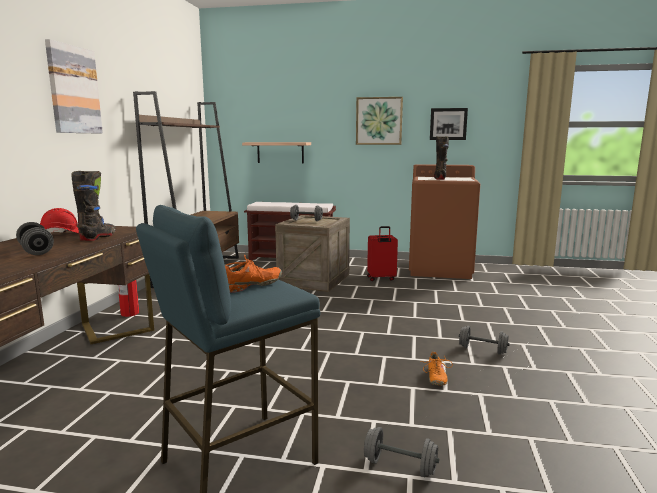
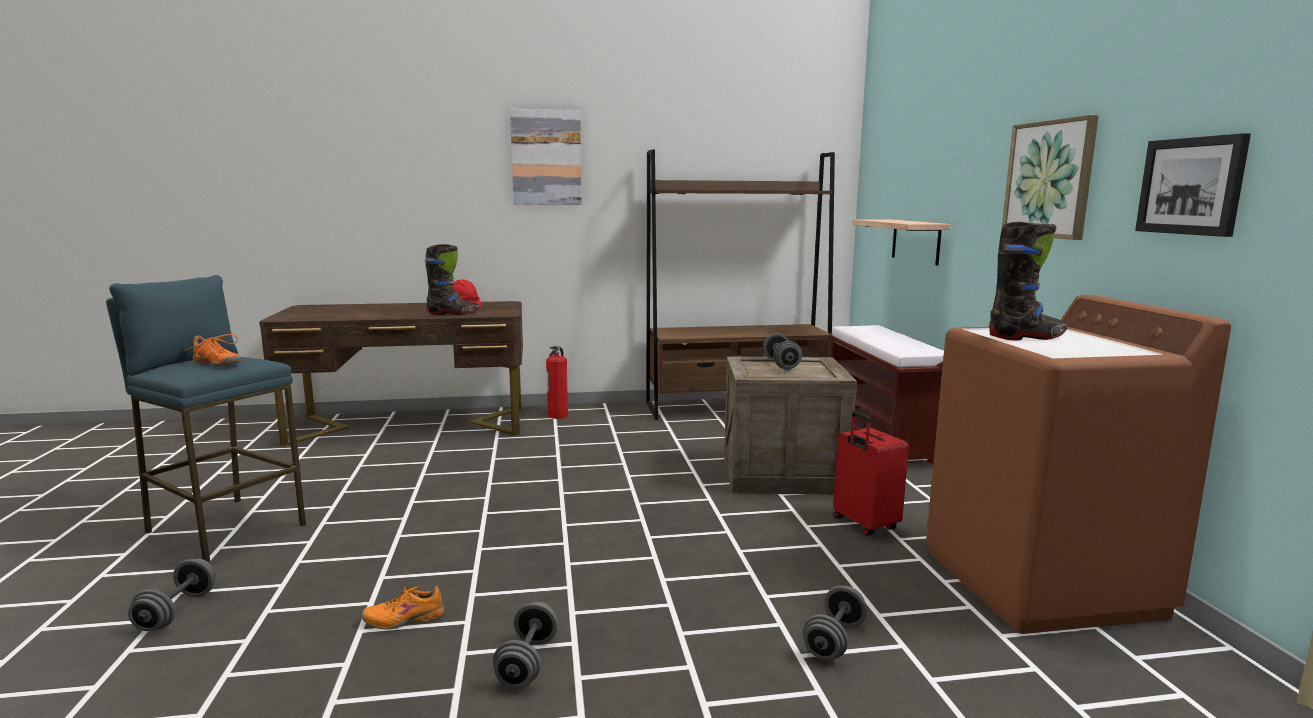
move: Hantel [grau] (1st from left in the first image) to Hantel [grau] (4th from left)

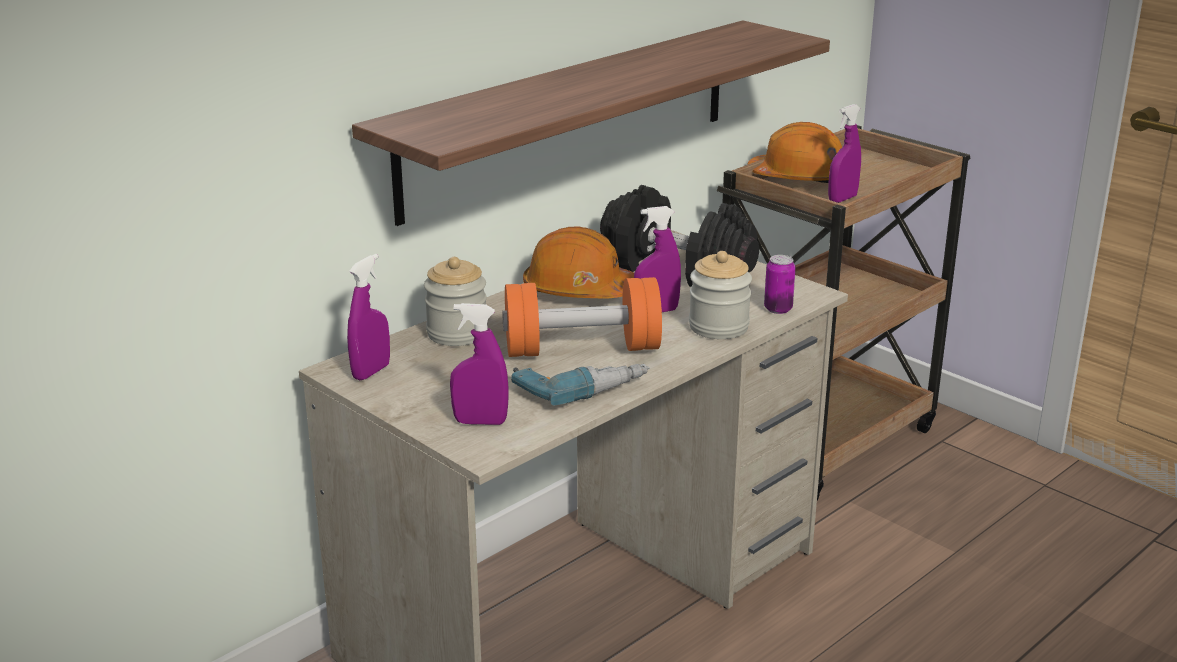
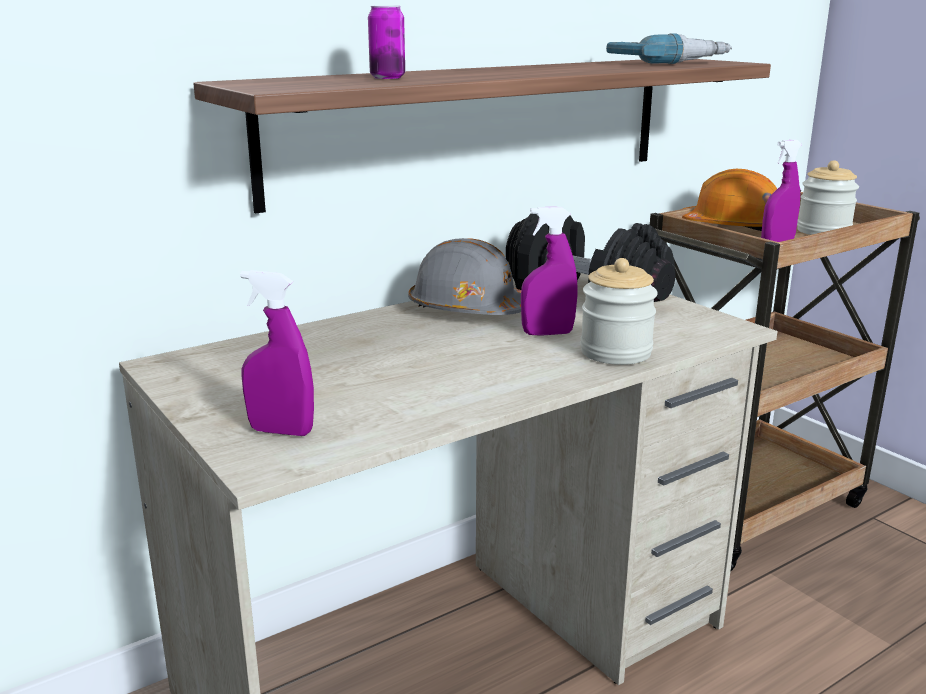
delete: Sprühflasche [lila] (1st from left); Hantel [orange]
move: Dose; Bohrmaschine; Vorratsglas (1st from left in the first image) to Vorratsglas (2nd from left)
recolor: Schutzhelm [orange] (1st from left) to Schutzhelm [grau]

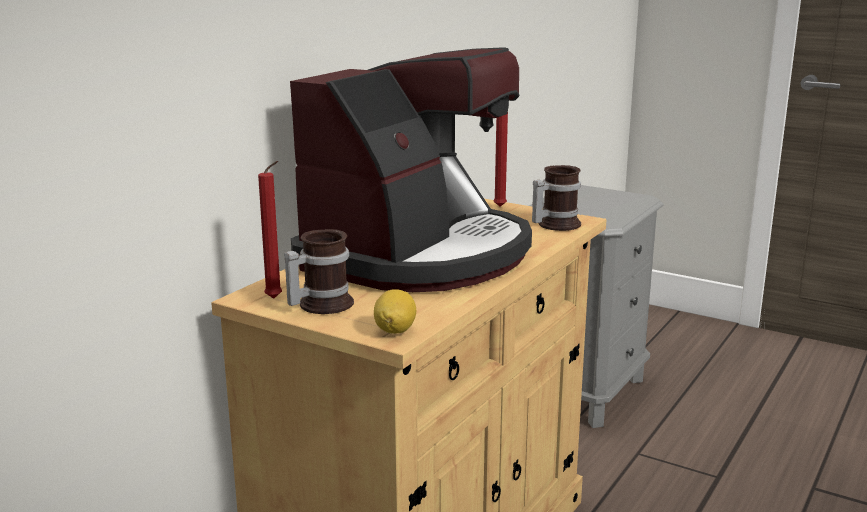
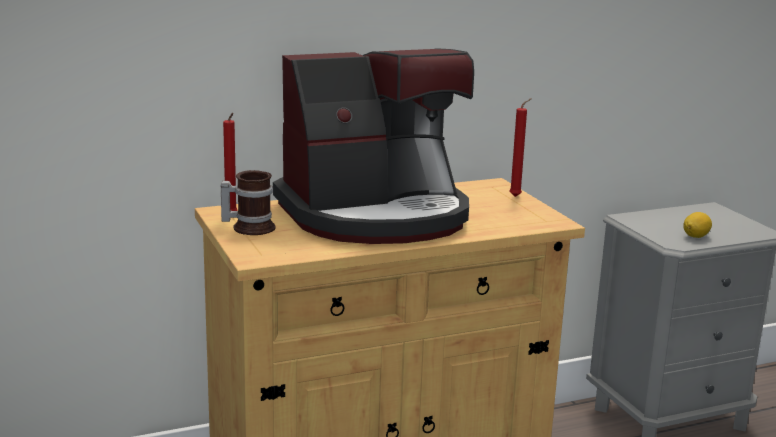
delete: Henkelbecher (2nd from left)
move: Zitrone

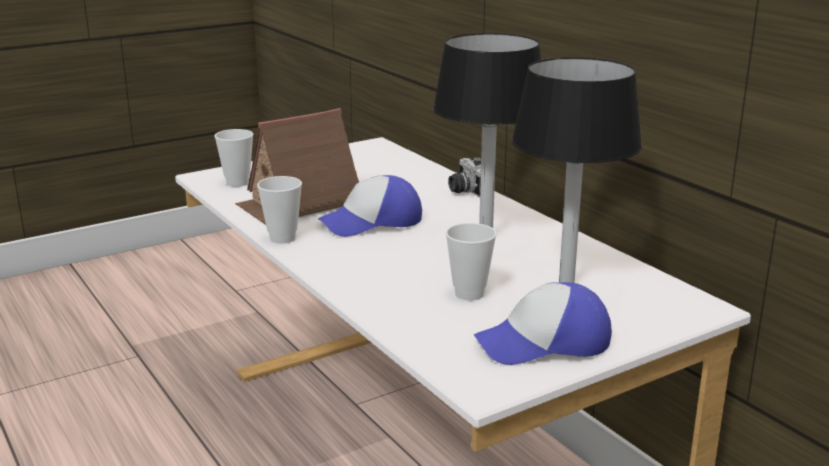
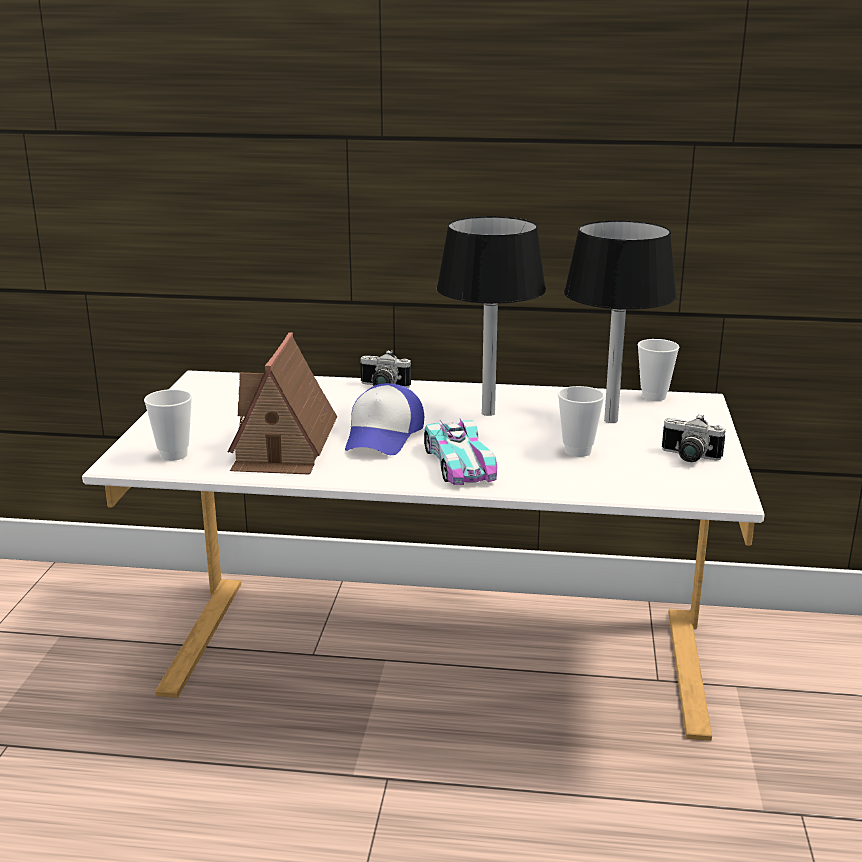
insert: Spielzeugauto
move: Tasse (2nd from left in the first image) to Tasse (3rd from left)
replace: Kappe (2nd from left) to Kamera (2nd from left)

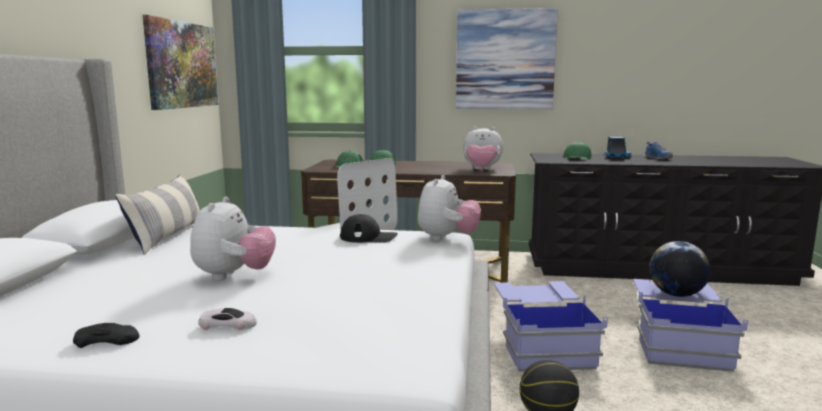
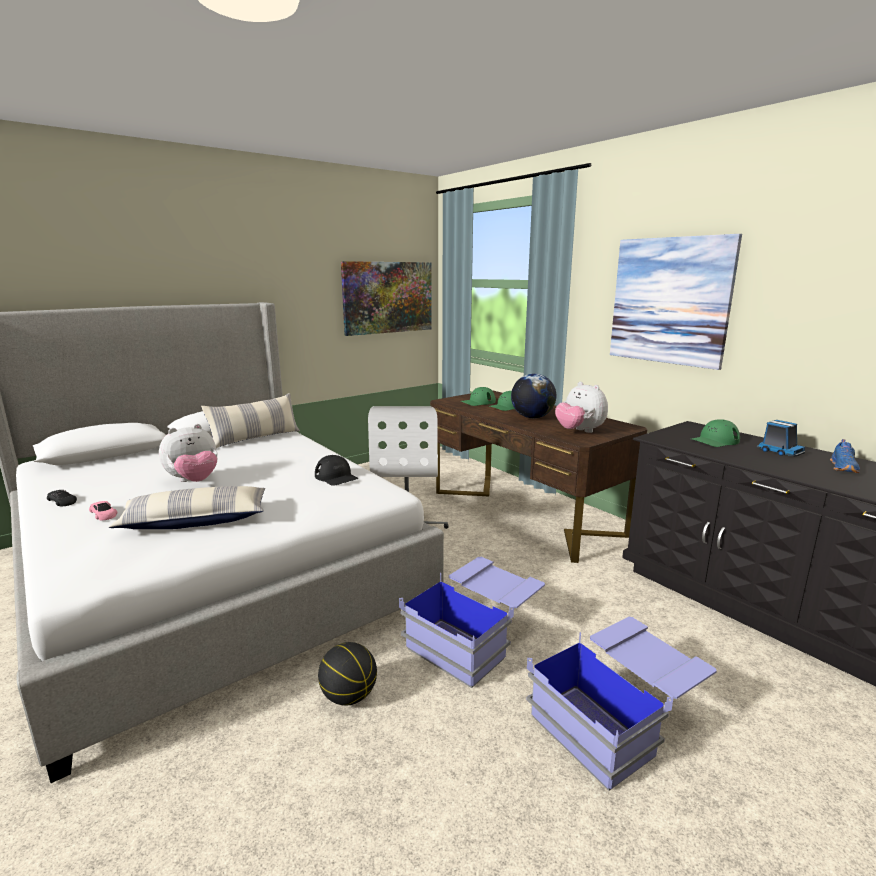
delete: Plüschtier (2nd from left)
insert: Kissen (1st from left)
move: Globus
recolor: Spielzeugauto [weiß] to Spielzeugauto [rosa]

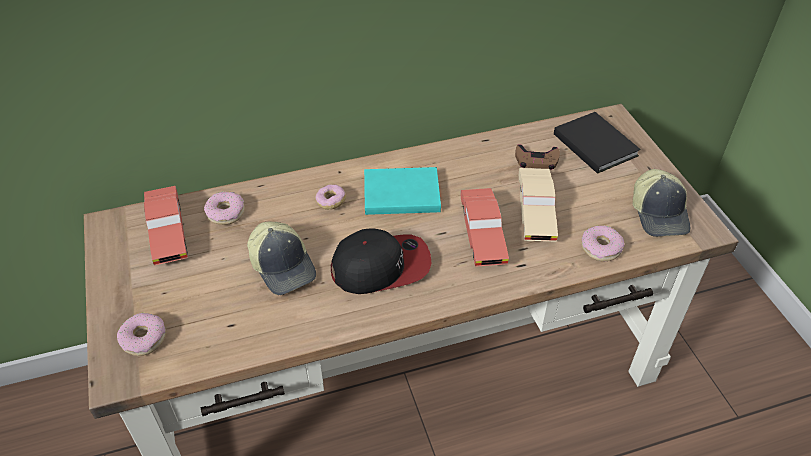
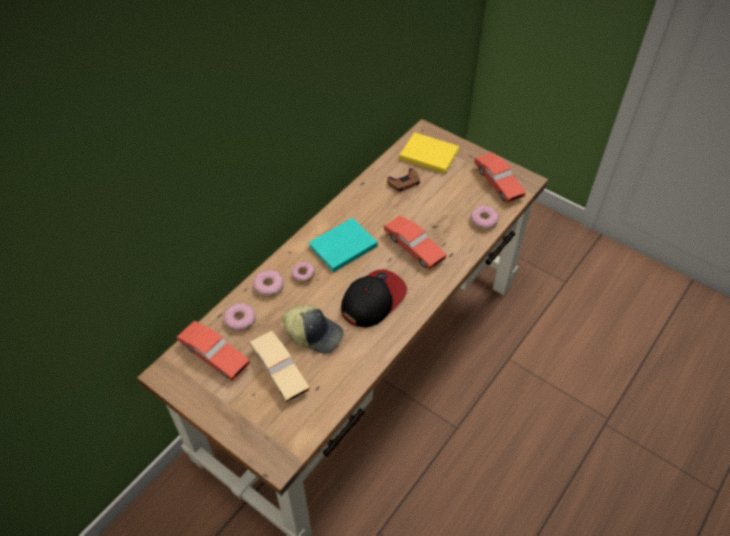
move: Spielzeugauto [beige]; Donut (1st from left in the first image) to Donut (2nd from left)
replace: Kappe (3rd from left) to Spielzeugauto [rot] (3rd from left)
recolor: Buch [schwarz] to Buch [gelb]

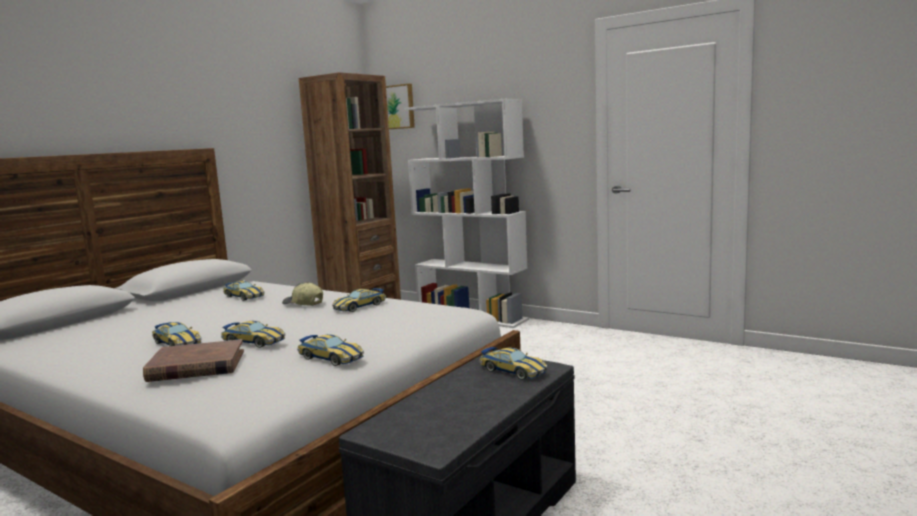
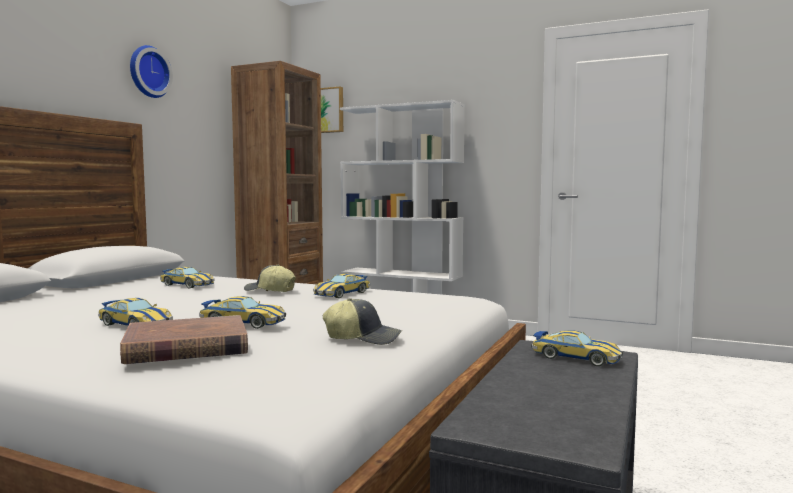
insert: Wanduhr
replace: Spielzeugauto (4th from left) to Kappe (2nd from left)

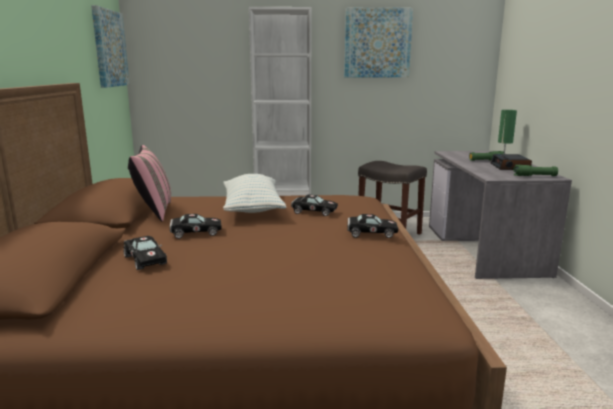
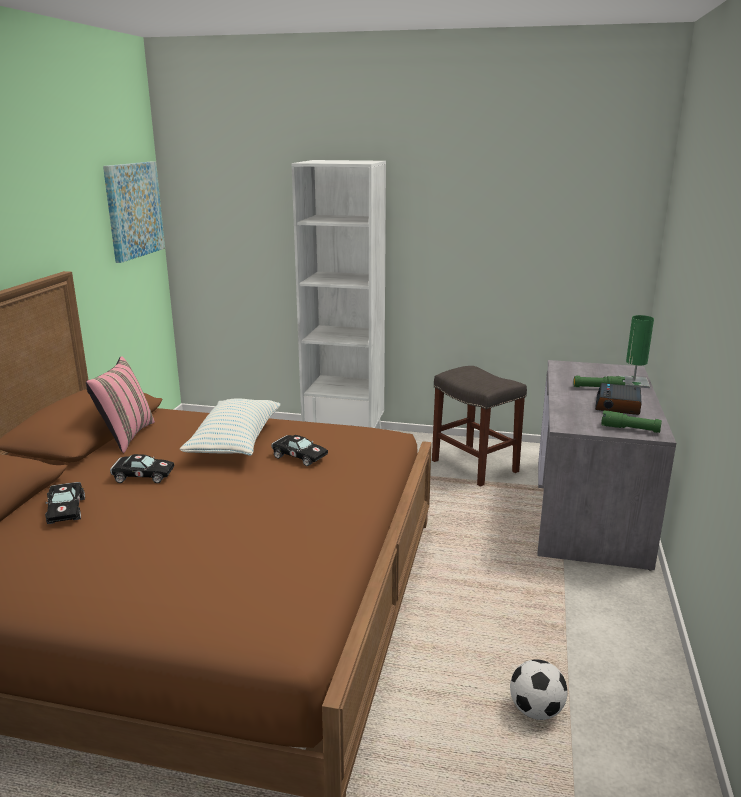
delete: Bild (2nd from left); Spielzeugauto [schwarz] (4th from left)
insert: Fußball

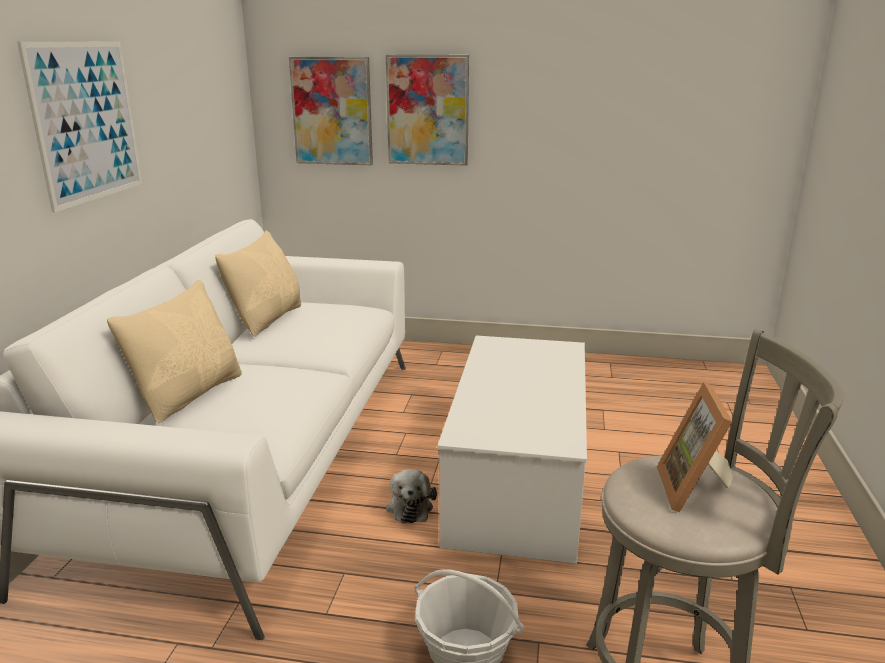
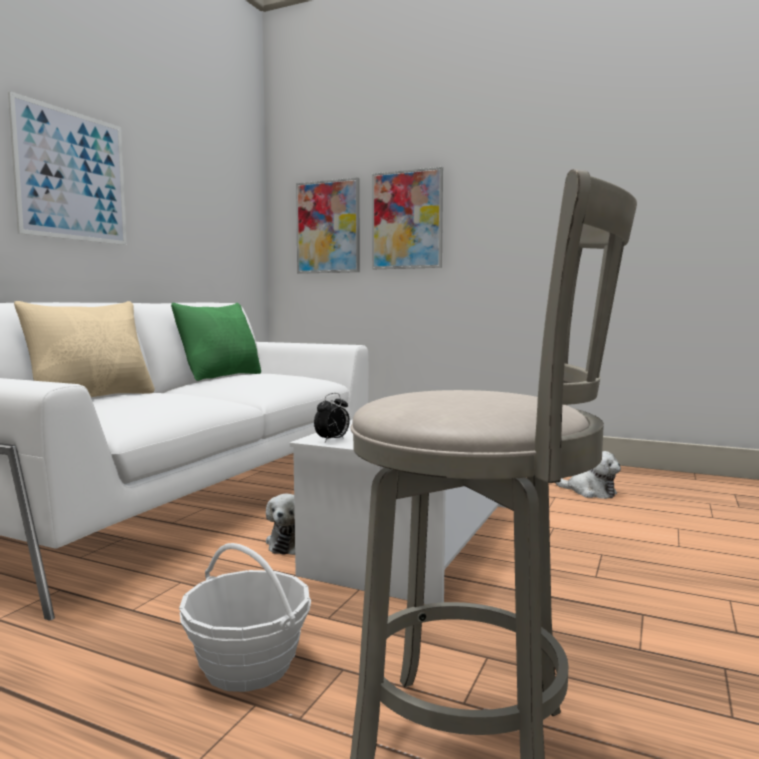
delete: Bilderrahmen
insert: Wecker; Plüschtier (2nd from left)
recolor: Kissen [beige] (2nd from left) to Kissen [grün]

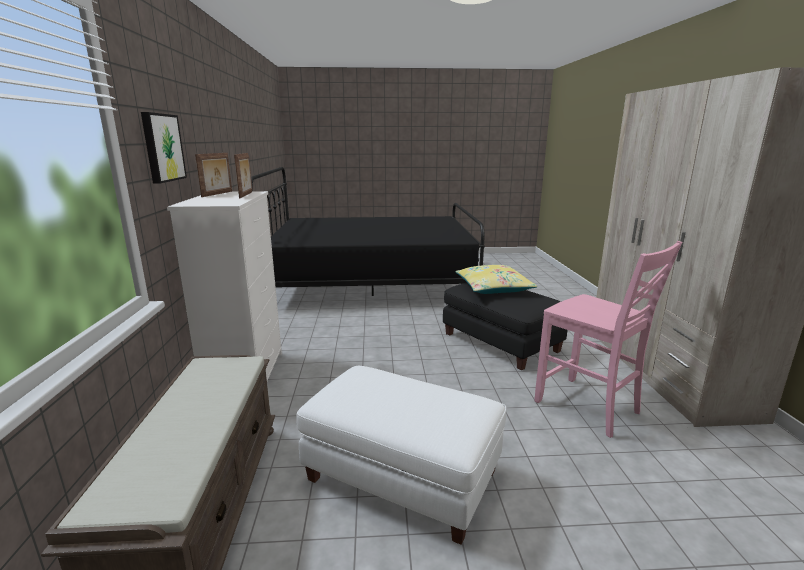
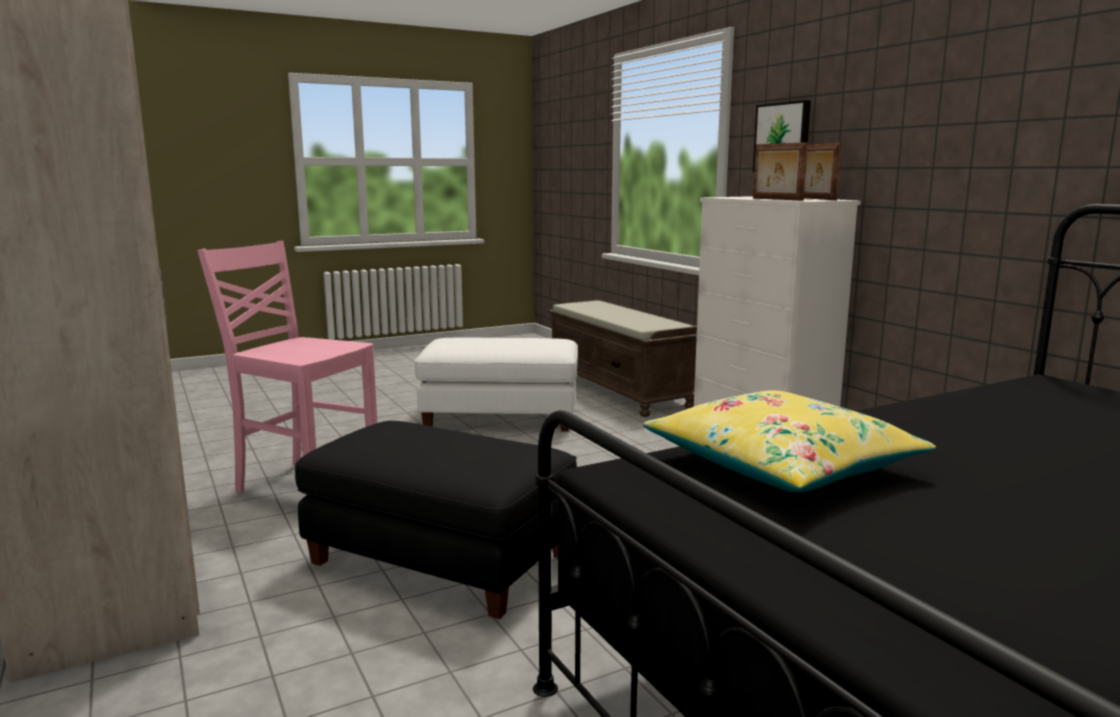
move: Kissen [gelb]

